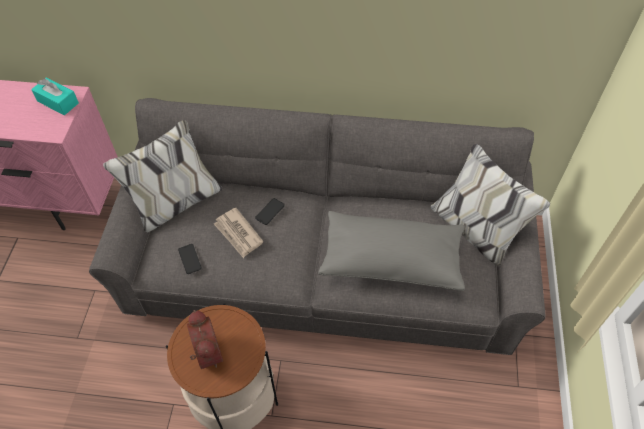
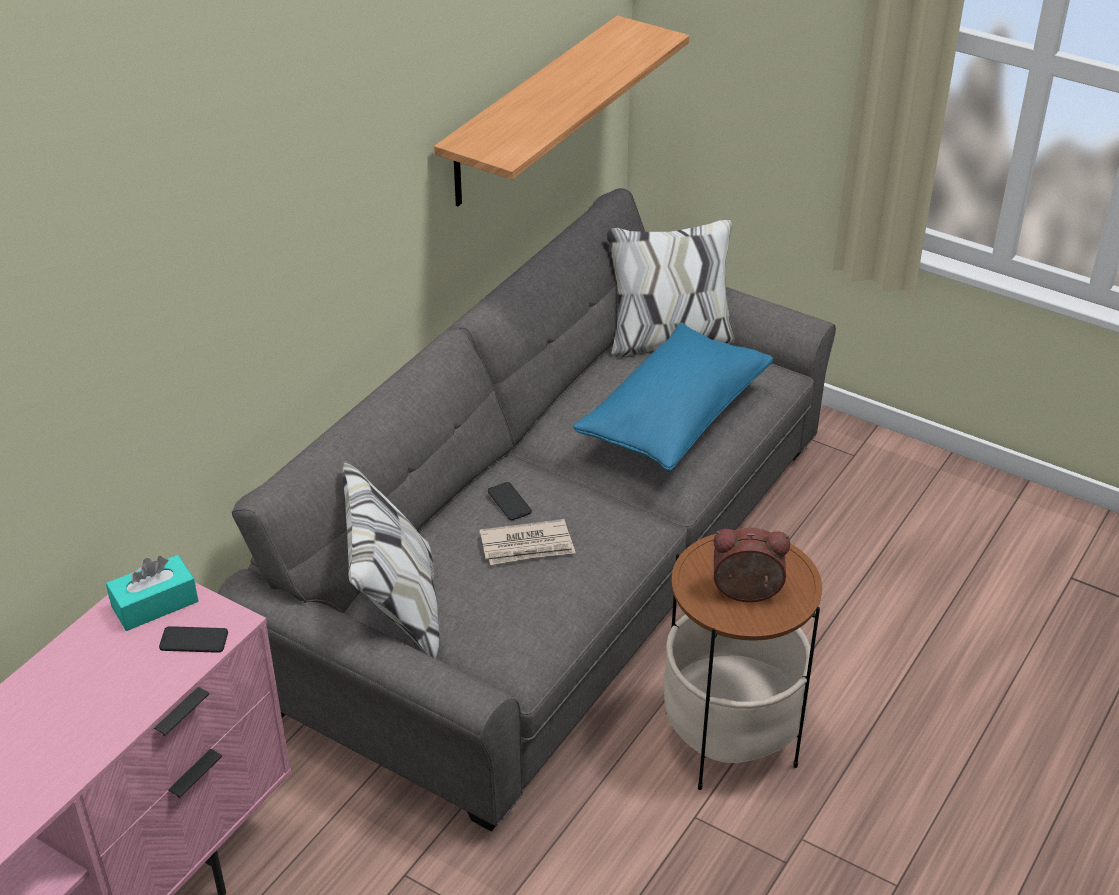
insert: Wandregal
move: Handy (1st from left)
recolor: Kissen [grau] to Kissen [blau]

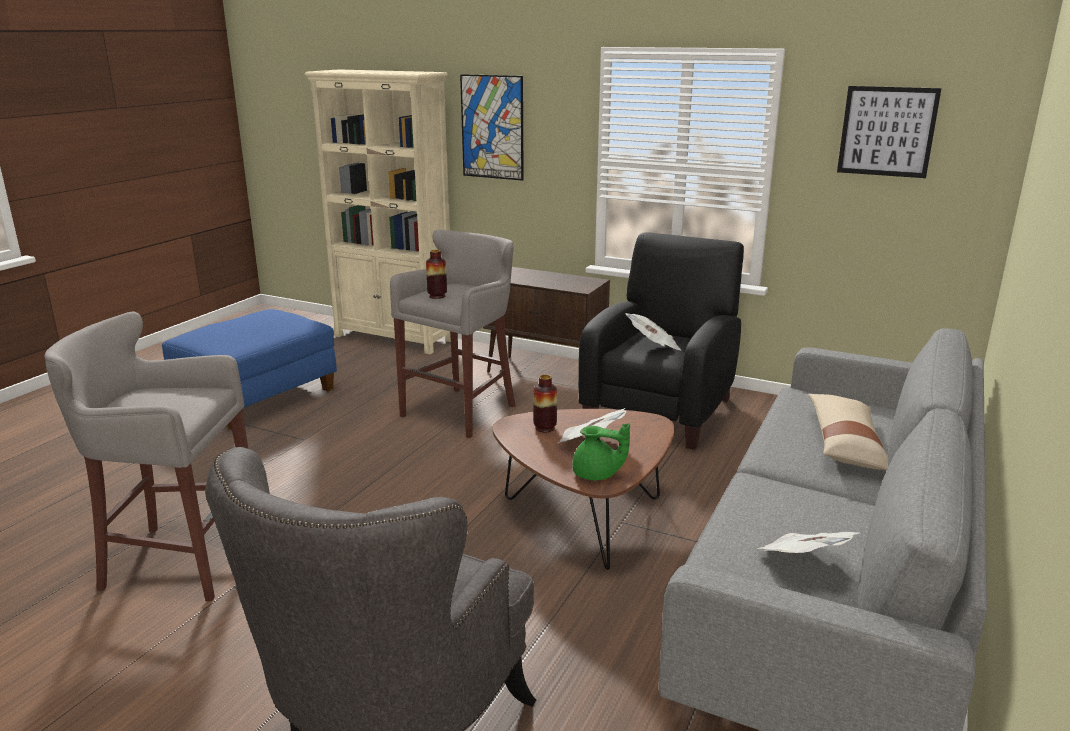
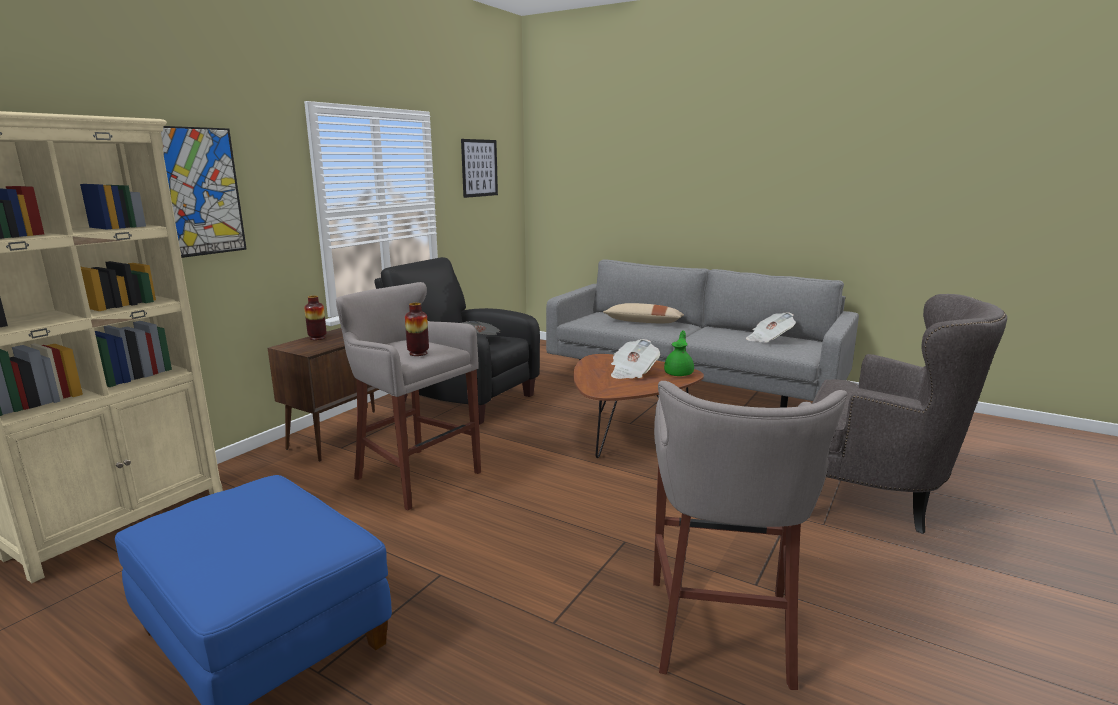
move: Vase (2nd from left in the first image) to Vase (1st from left)

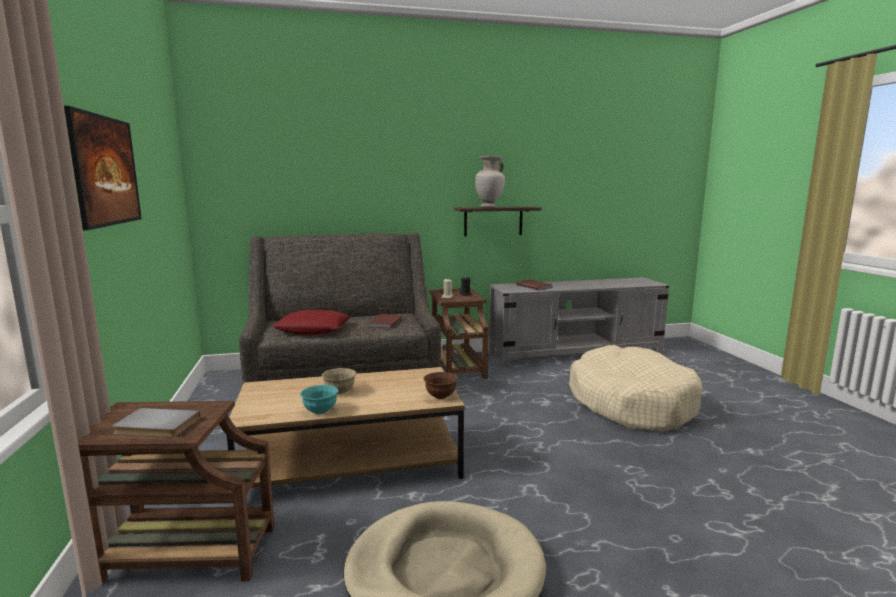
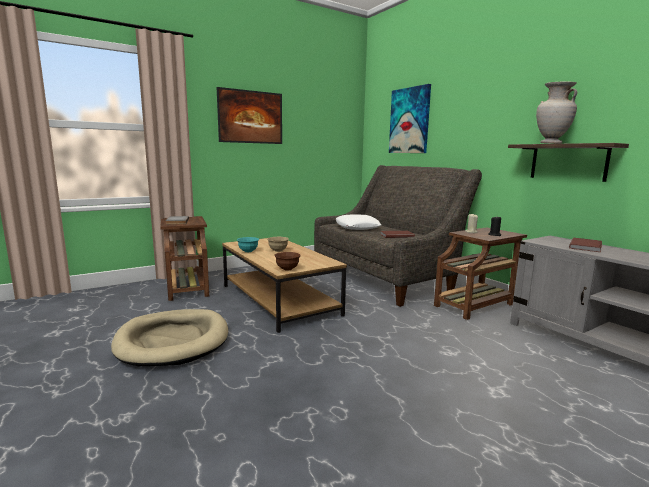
delete: Hundebett [beige] (2nd from left)
insert: Bild (2nd from left)
recolor: Kissen [rot] to Kissen [weiß]

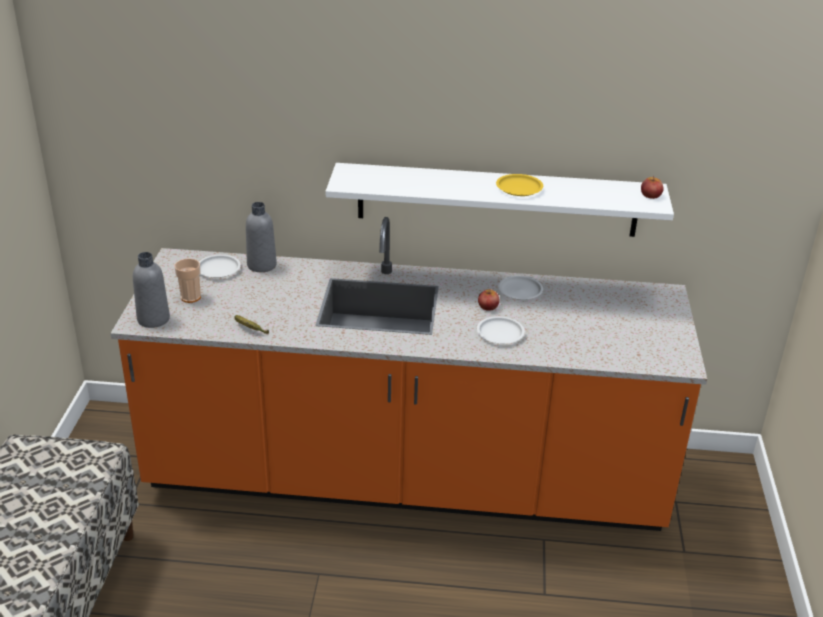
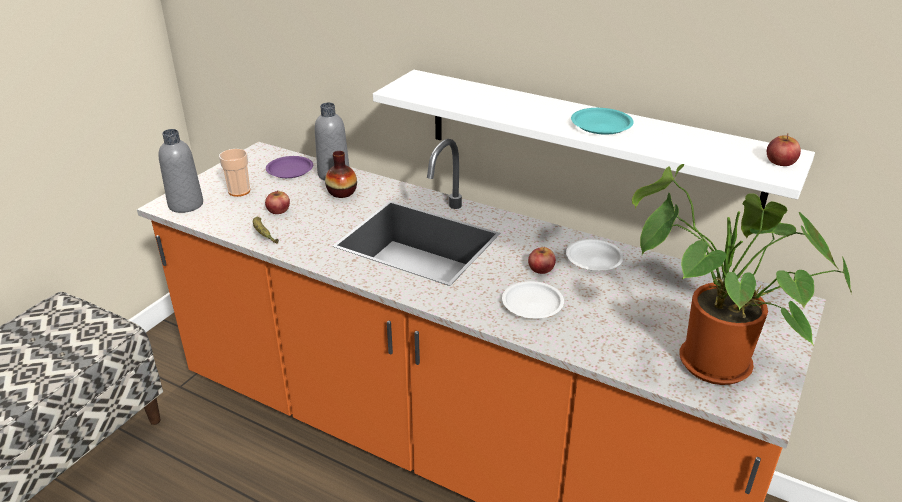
insert: Apfel (1st from left); Vase; Topfpflanze
recolor: Teller [weiß] (1st from left) to Teller [lila]; Teller [gelb] to Teller [türkis]

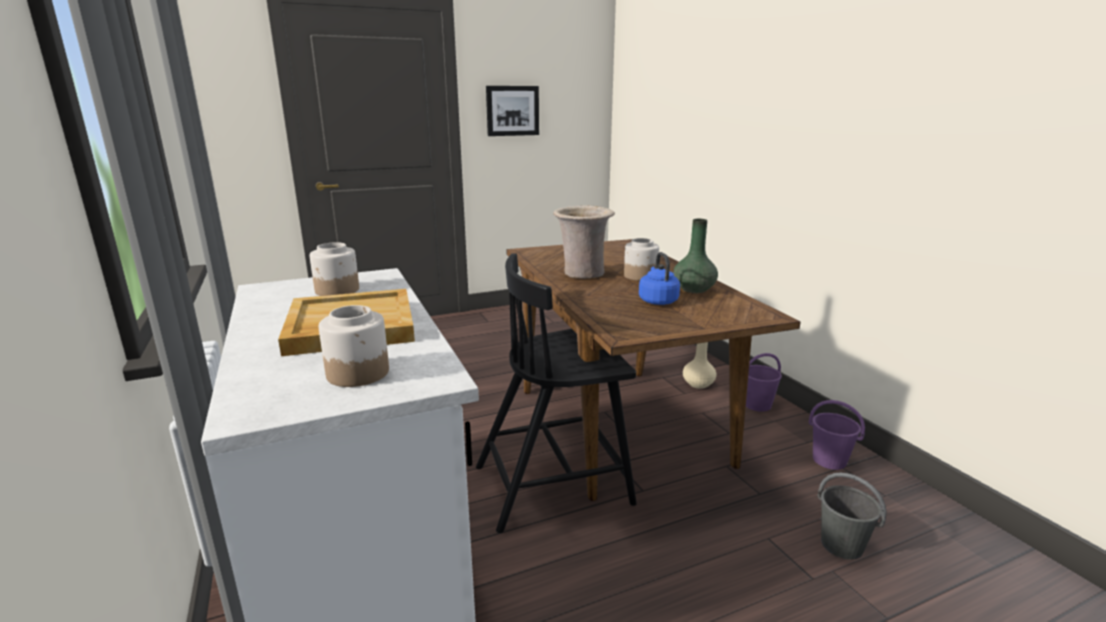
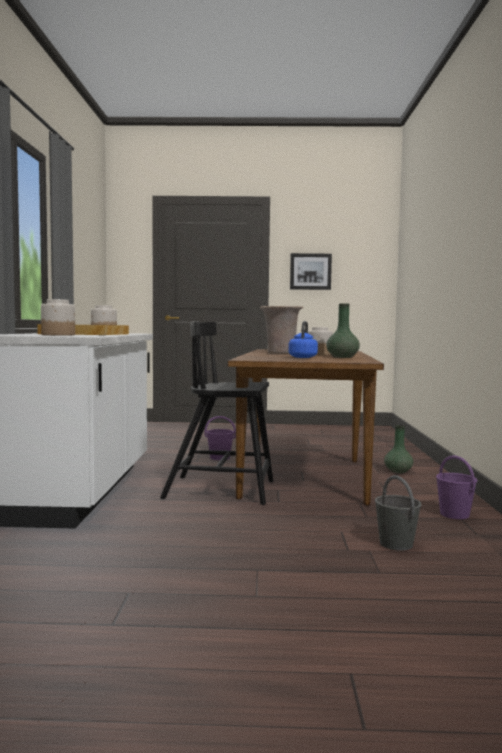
move: Eimer [lila] (1st from left)
recolor: Vase [beige] (2nd from left) to Vase [grün] (2nd from left)

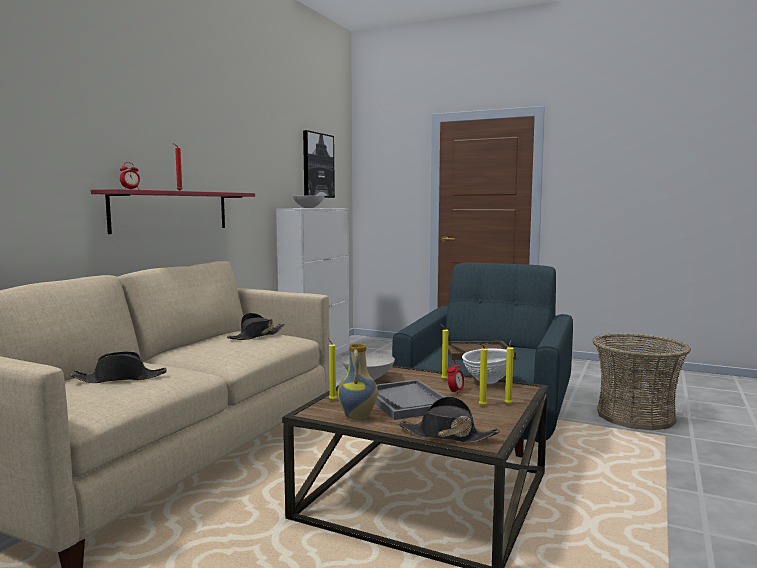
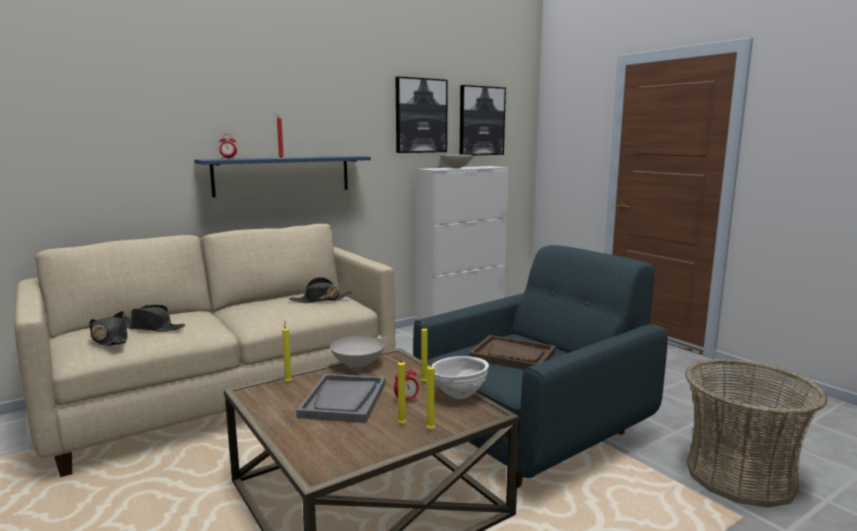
delete: Vase
insert: Bild (1st from left)
move: Hut [schwarz] (3rd from left in the first image) to Hut [schwarz] (1st from left)
recolor: Wandregal [rot] to Wandregal [blau]

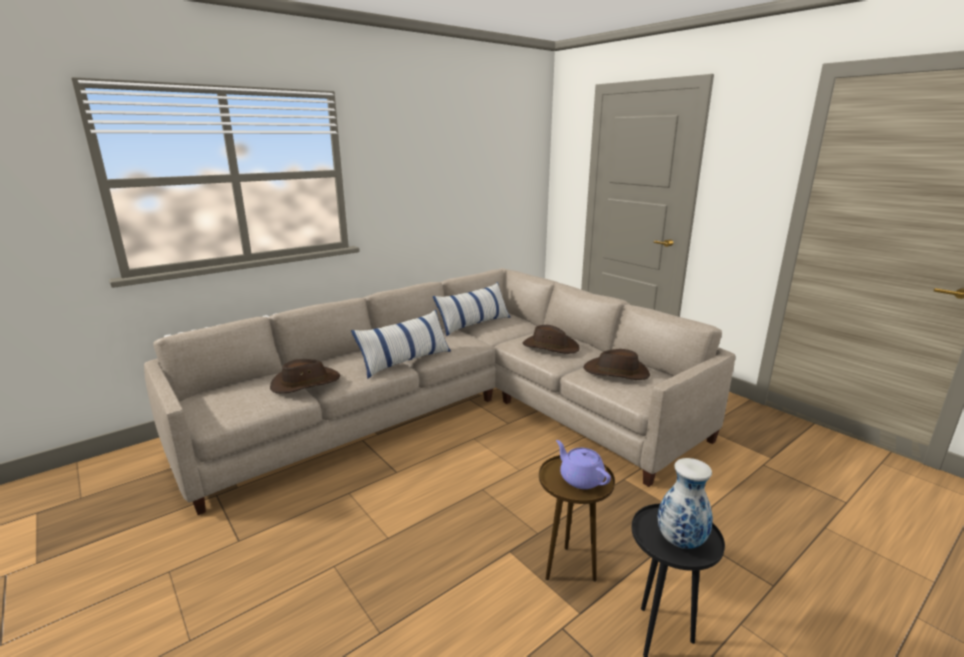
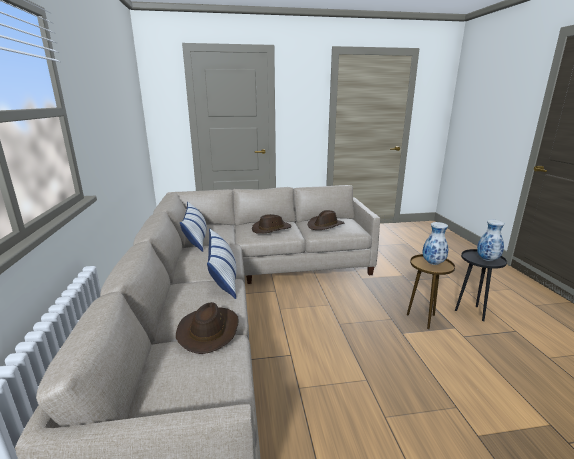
replace: Teekanne [lila] to Vase (1st from left)

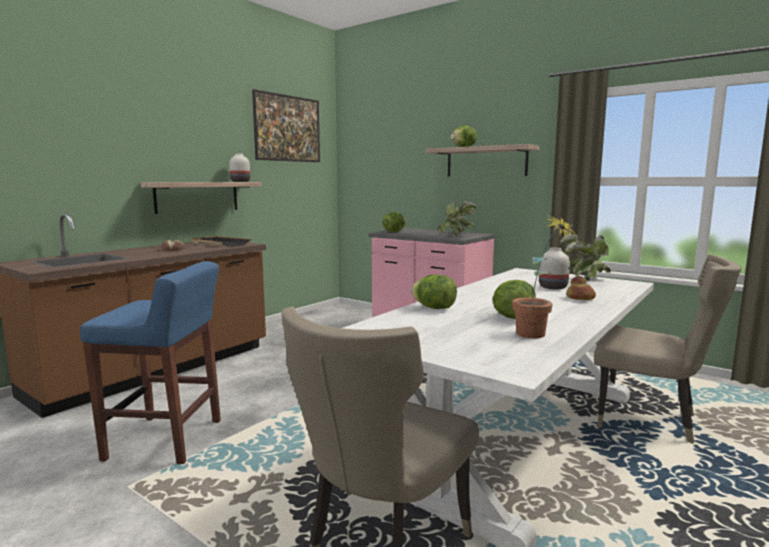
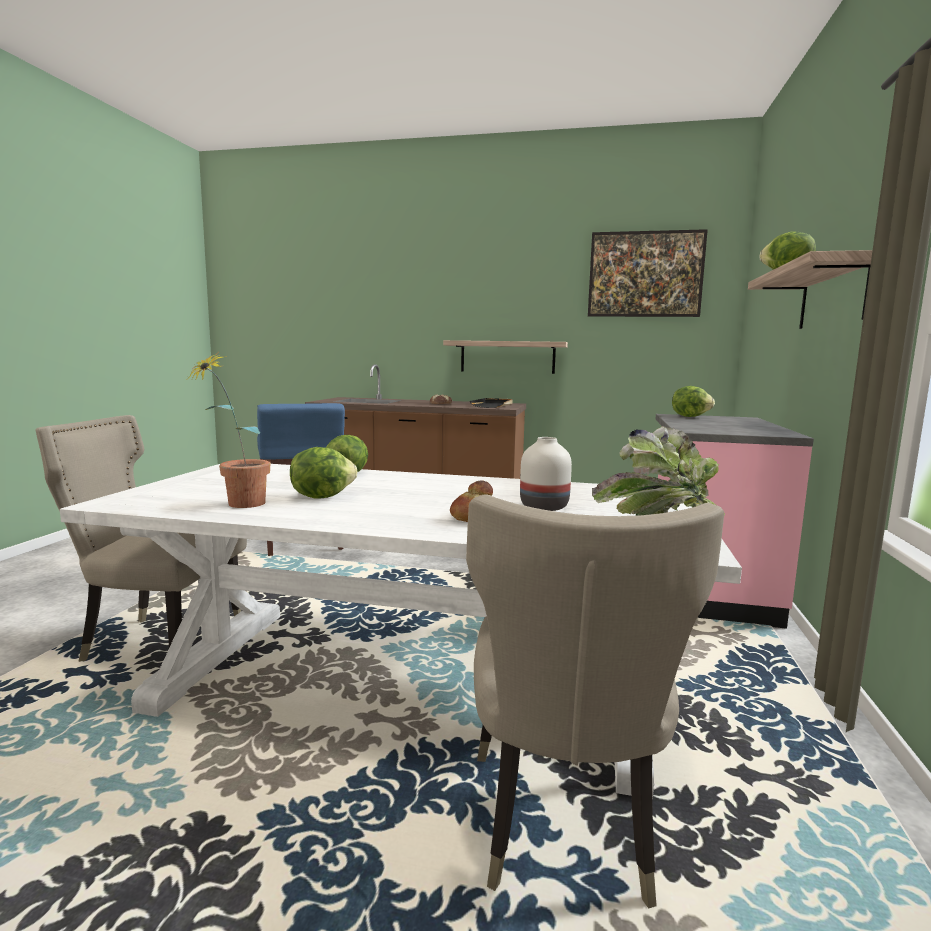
delete: Vase [weiß] (1st from left); Topfpflanze (1st from left)

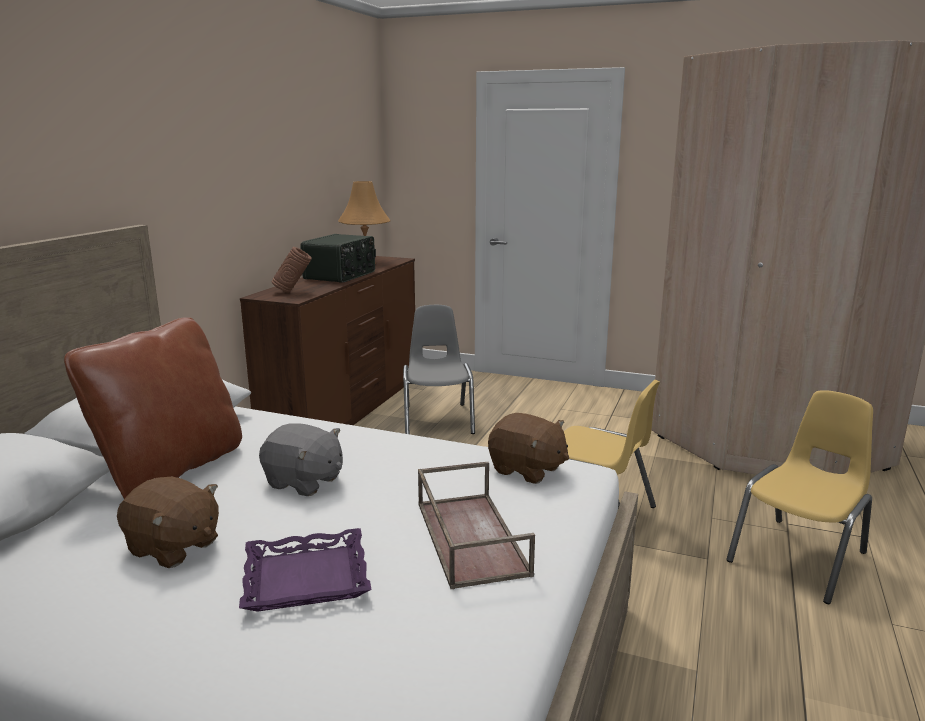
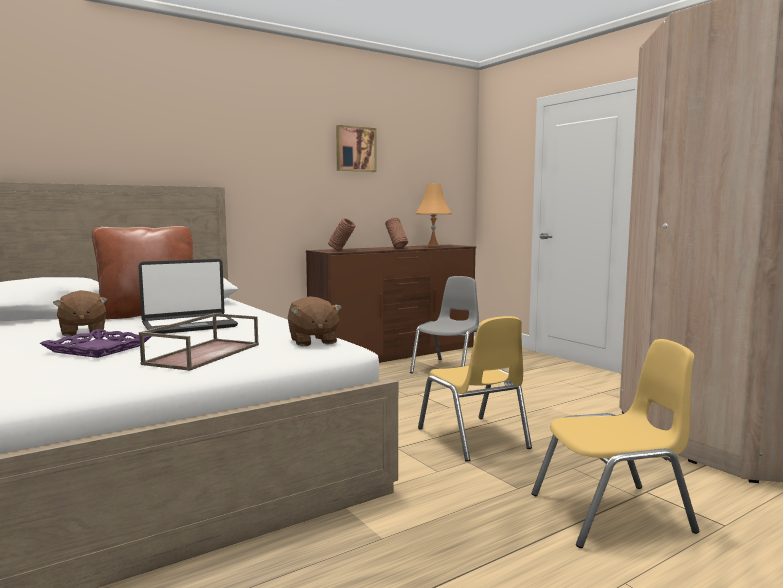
insert: Bild
replace: Plüschtier [grau] to Laptop; Radio to Vase [braun] (2nd from left)

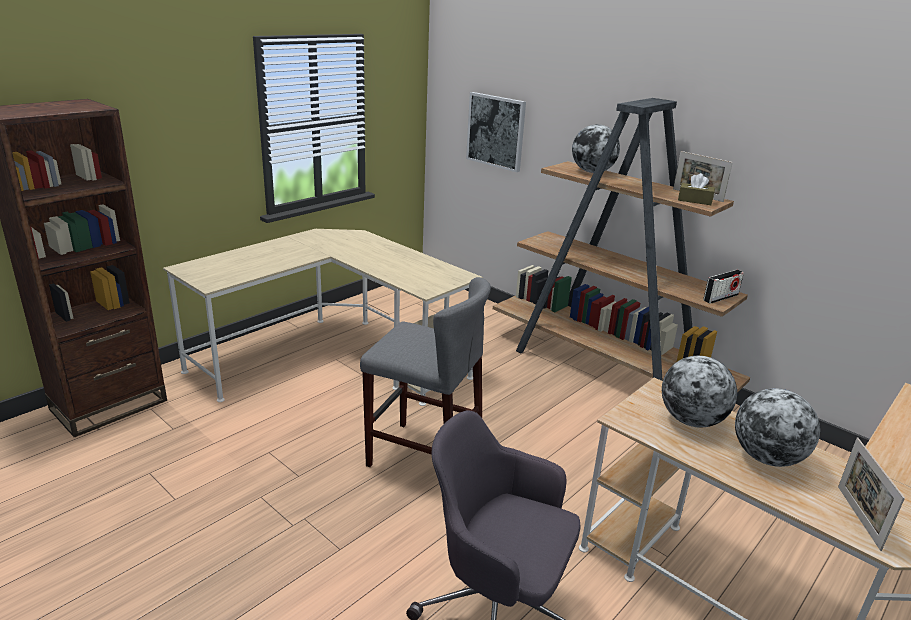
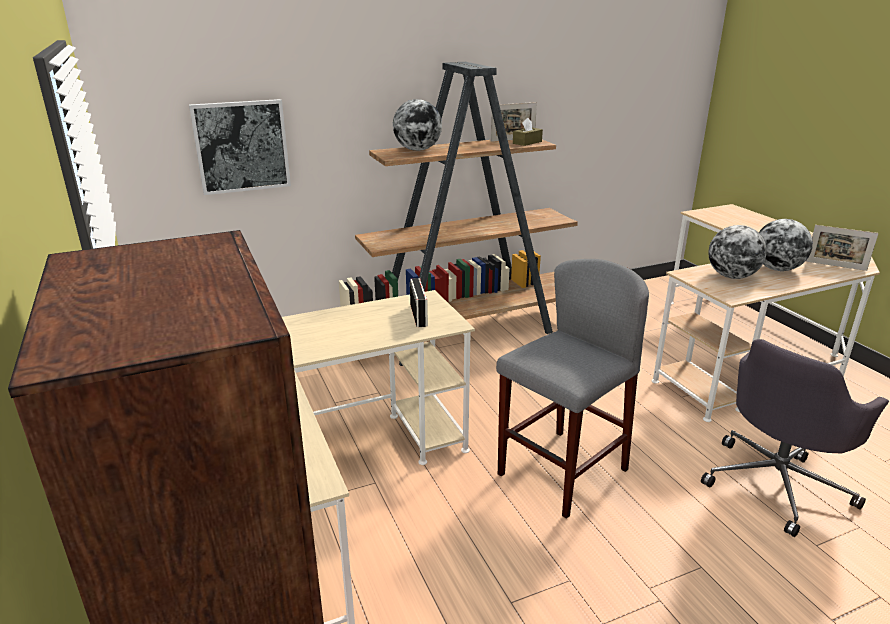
move: Radio

